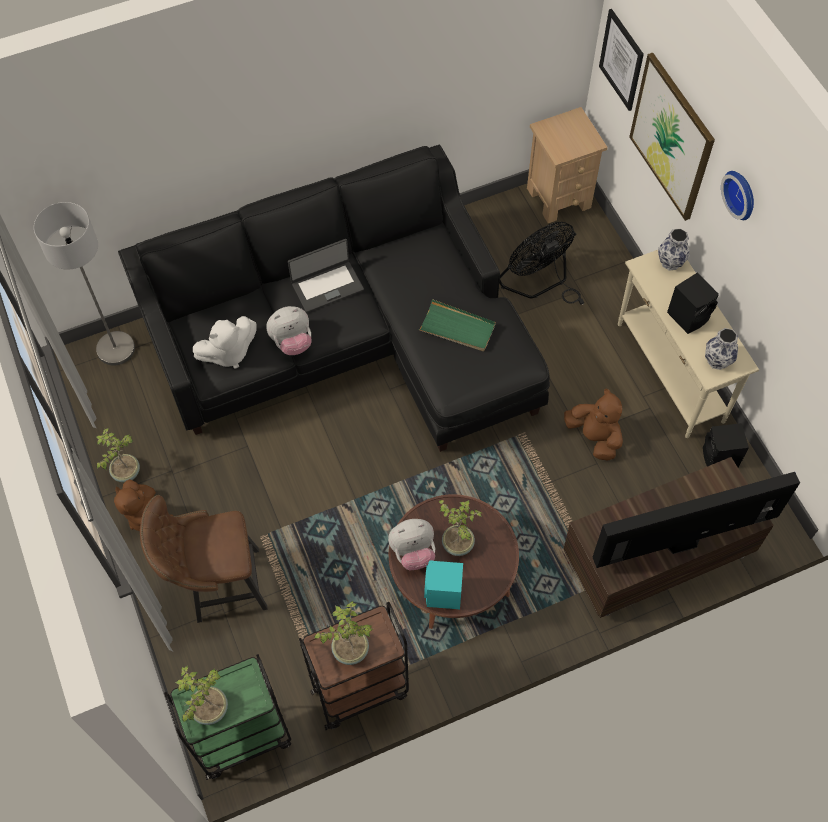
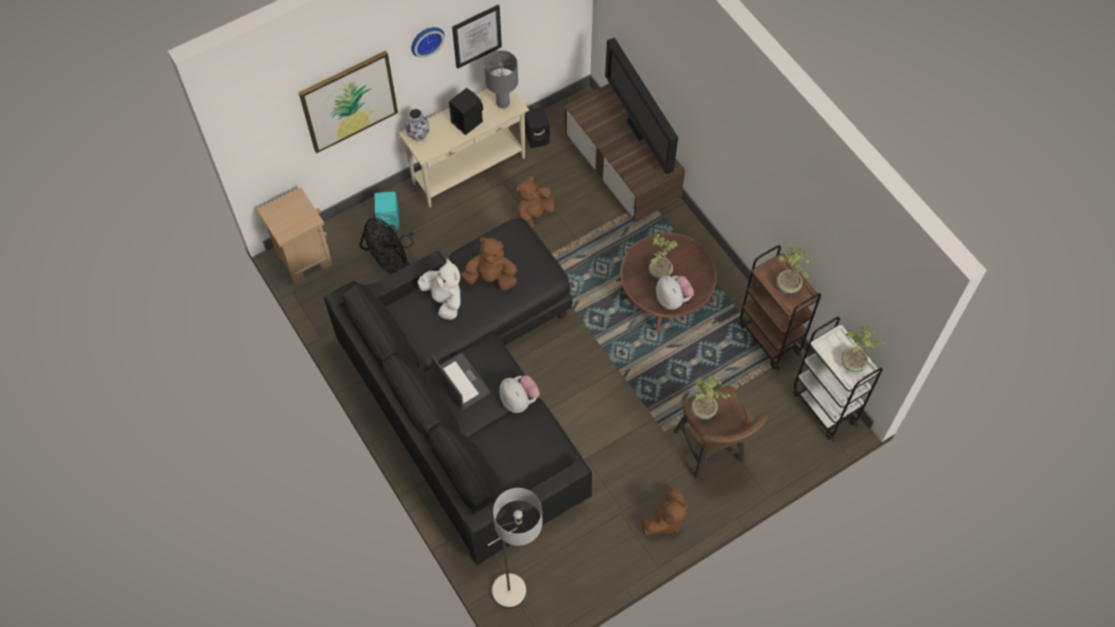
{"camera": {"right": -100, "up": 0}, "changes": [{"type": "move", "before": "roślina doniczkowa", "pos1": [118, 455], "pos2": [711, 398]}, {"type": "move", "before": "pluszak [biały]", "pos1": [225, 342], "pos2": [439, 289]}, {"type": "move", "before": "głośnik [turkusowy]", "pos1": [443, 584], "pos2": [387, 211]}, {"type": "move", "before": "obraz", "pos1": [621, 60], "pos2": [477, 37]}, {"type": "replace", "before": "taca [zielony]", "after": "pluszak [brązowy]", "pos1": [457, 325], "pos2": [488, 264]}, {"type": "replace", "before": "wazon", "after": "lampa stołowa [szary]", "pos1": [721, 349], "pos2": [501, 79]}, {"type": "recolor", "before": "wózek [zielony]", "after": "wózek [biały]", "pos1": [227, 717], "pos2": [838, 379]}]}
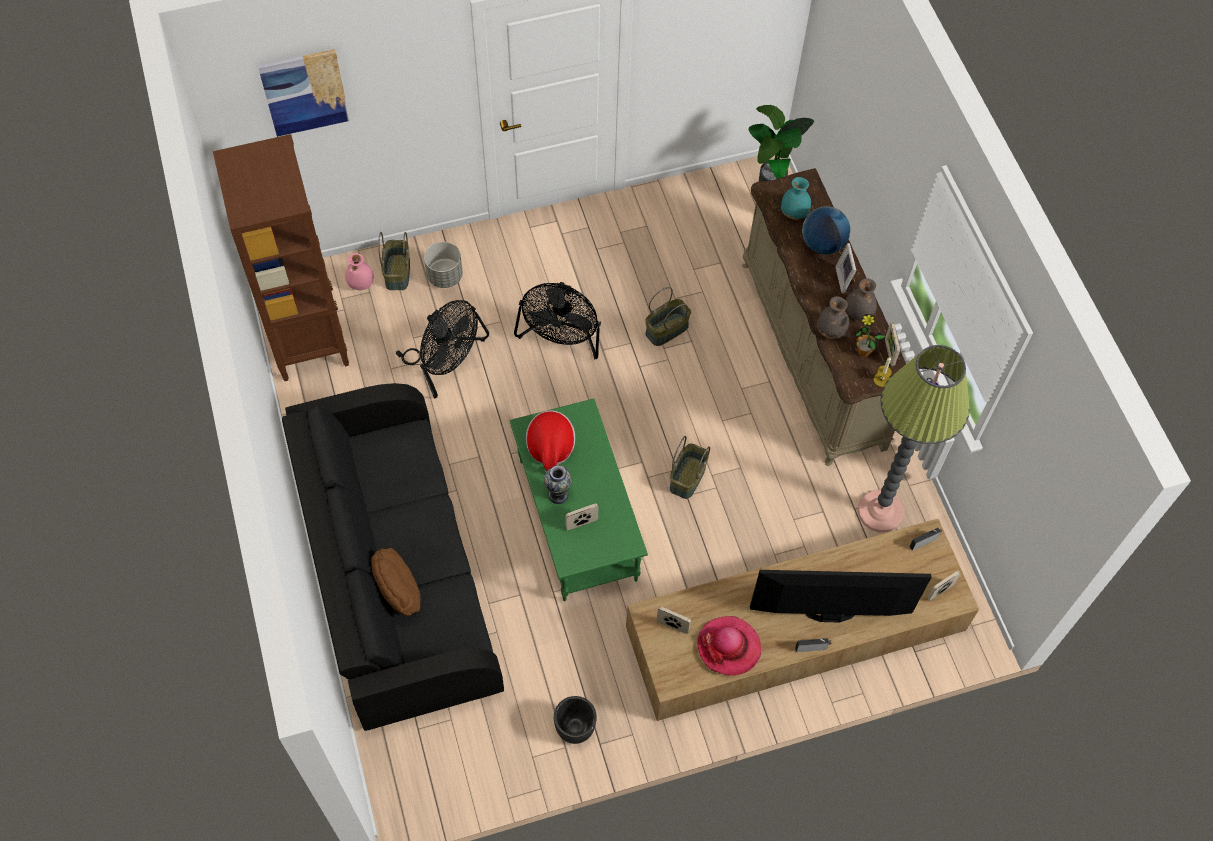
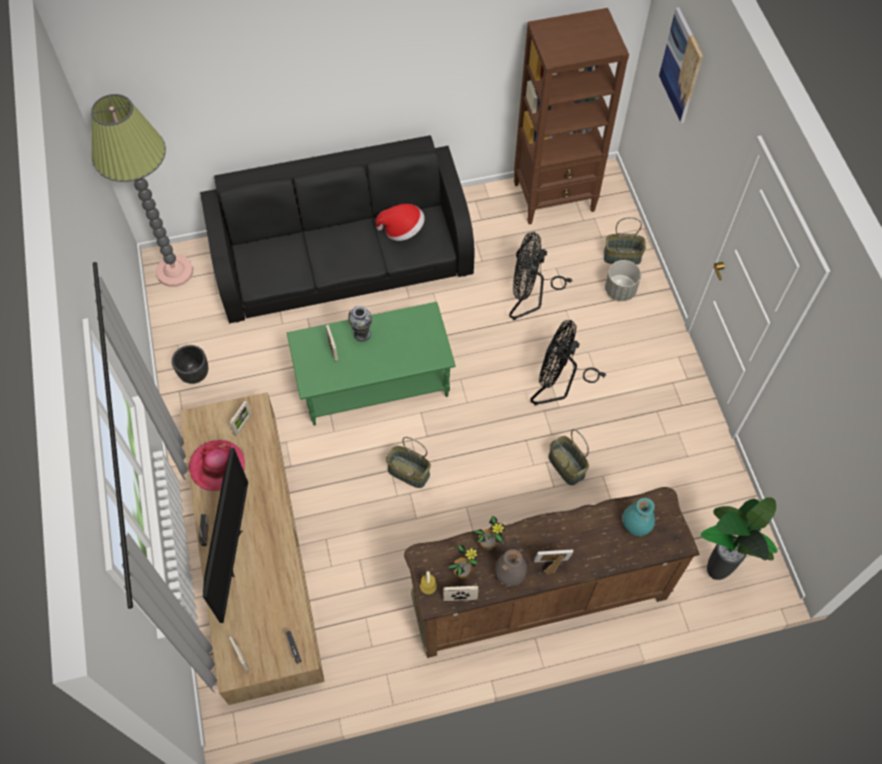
{"camera": {"right": 95, "up": 0}, "changes": [{"type": "delete", "before": "wazon [różowy]", "pos1": [359, 271]}, {"type": "delete", "before": "poduszka [brązowy]", "pos1": [396, 582]}, {"type": "delete", "before": "globus", "pos1": [826, 230]}, {"type": "move", "before": "kapelusz", "pos1": [550, 441], "pos2": [400, 222]}, {"type": "move", "before": "lampa stojąca", "pos1": [913, 439], "pos2": [142, 190]}, {"type": "replace", "before": "wazon [szary]", "after": "roślina doniczkowa", "pos1": [833, 317], "pos2": [489, 532]}, {"type": "rotate", "before": "wentylator [czarny]", "pos1": [442, 349], "pos2": [541, 276], "turn": 60}]}
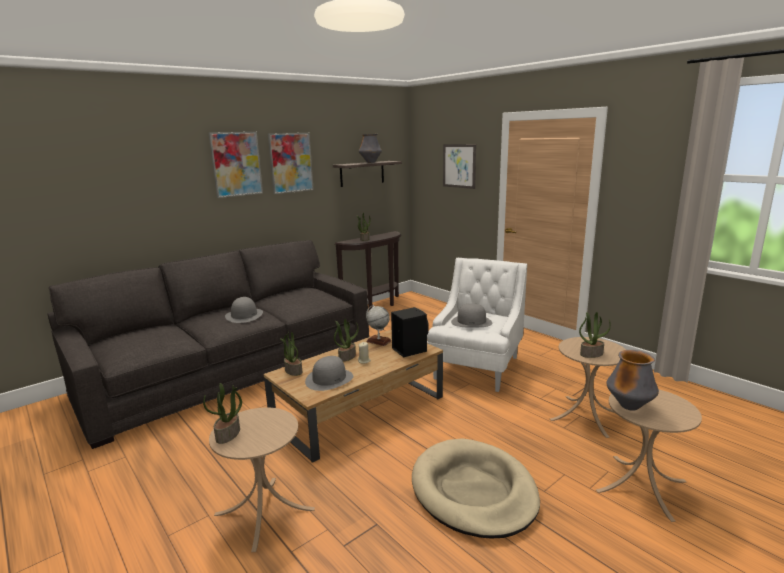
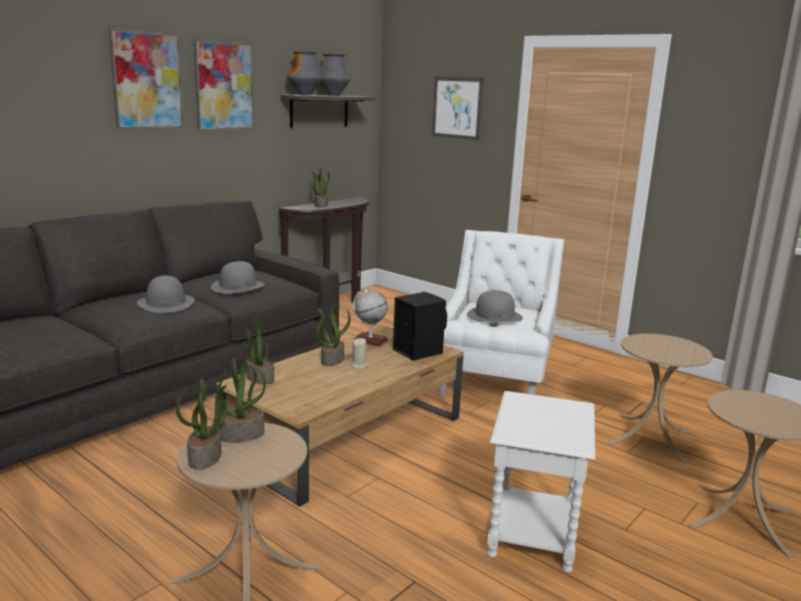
{"camera": {"right": -10, "up": 0}, "changes": [{"type": "move", "before": "kapelusz [szary]", "pos1": [329, 373], "pos2": [238, 277]}, {"type": "move", "before": "roślina doniczkowa", "pos1": [595, 335], "pos2": [242, 400]}, {"type": "move", "before": "wazon", "pos1": [632, 380], "pos2": [304, 73]}, {"type": "replace", "before": "legowisko [beżowy]", "after": "stolik [biały]", "pos1": [476, 488], "pos2": [541, 481]}]}
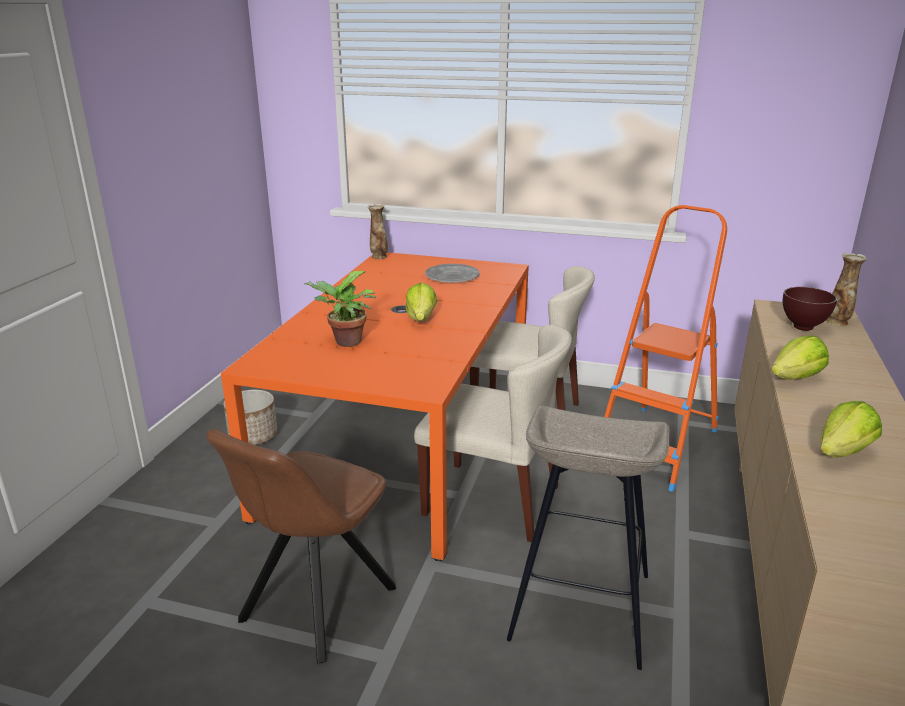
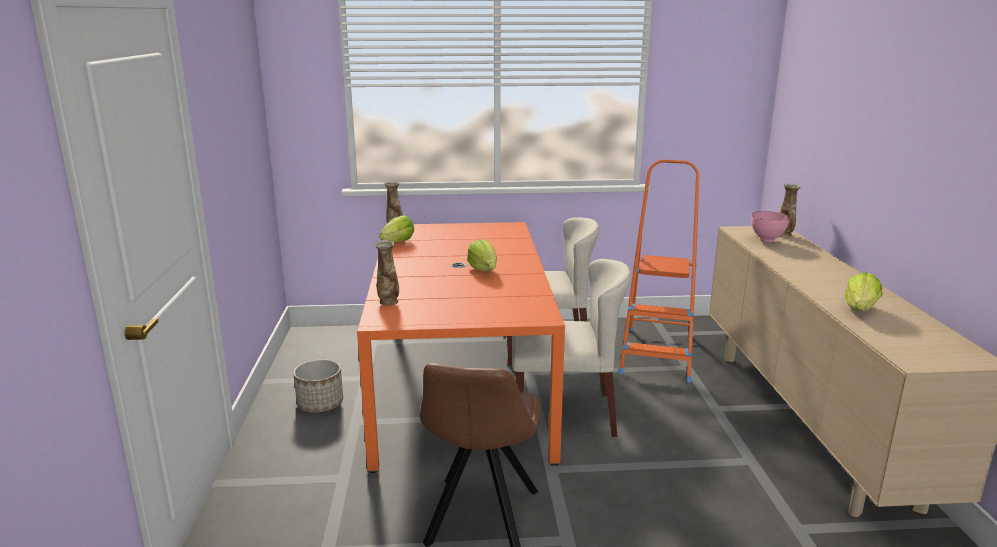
{"camera": {"right": -20, "up": -5}, "changes": [{"type": "delete", "before": "roślina doniczkowa", "pos1": [340, 309]}, {"type": "delete", "before": "talerz [szary]", "pos1": [452, 273]}, {"type": "delete", "before": "stołek [szary]", "pos1": [588, 538]}, {"type": "insert", "after": "wazon", "pos2": [386, 273]}, {"type": "move", "before": "sałata", "pos1": [800, 358], "pos2": [396, 228]}, {"type": "recolor", "before": "miska [brązowy]", "after": "miska [różowy]", "pos1": [810, 309], "pos2": [770, 226]}]}
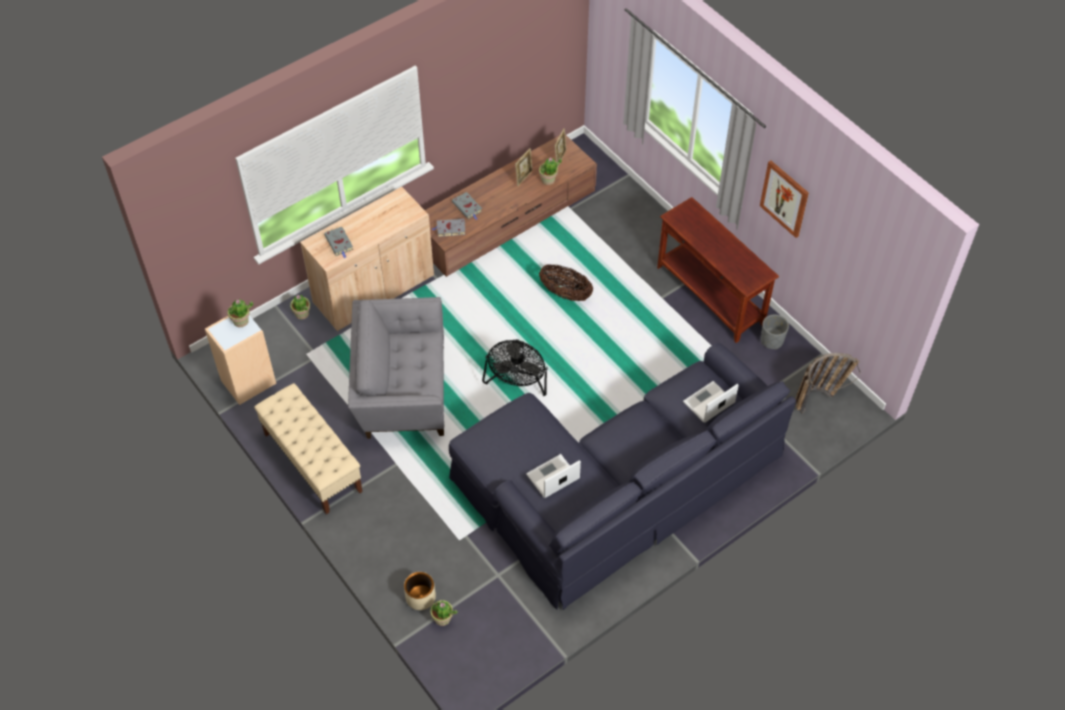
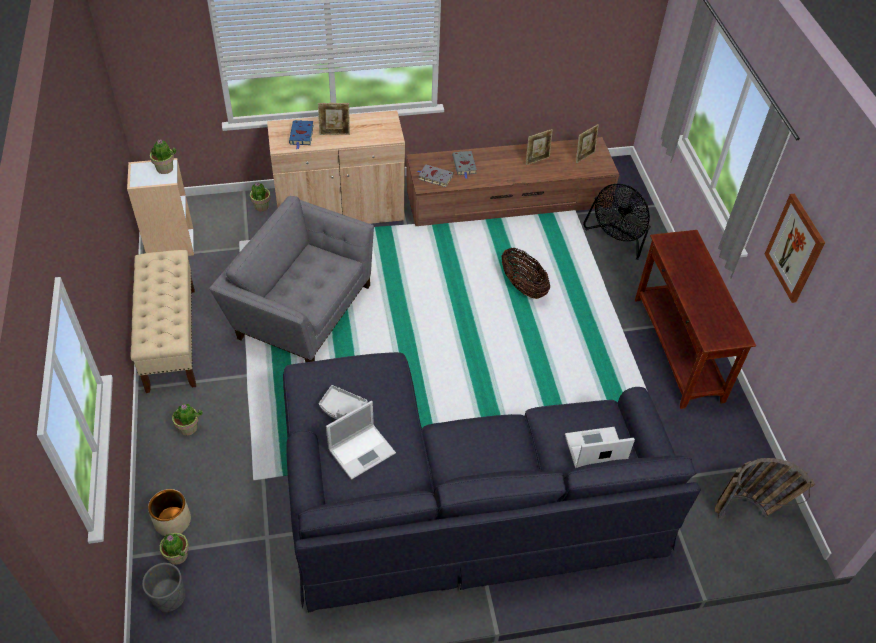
{"camera": {"right": 25, "up": -5}, "changes": [{"type": "insert", "after": "ramka na zdjęcie", "pos2": [334, 119]}, {"type": "insert", "after": "taca [szary]", "pos2": [343, 402]}, {"type": "move", "before": "wentylator [czarny]", "pos1": [515, 367], "pos2": [617, 222]}, {"type": "move", "before": "roślina doniczkowa", "pos1": [550, 171], "pos2": [187, 420]}, {"type": "move", "before": "donica [szary]", "pos1": [775, 332], "pos2": [164, 587]}, {"type": "recolor", "before": "książka [szary]", "after": "książka [niebieski]", "pos1": [338, 242], "pos2": [301, 134]}, {"type": "rotate", "before": "laptop", "pos1": [553, 476], "pos2": [361, 440], "turn": 150}]}
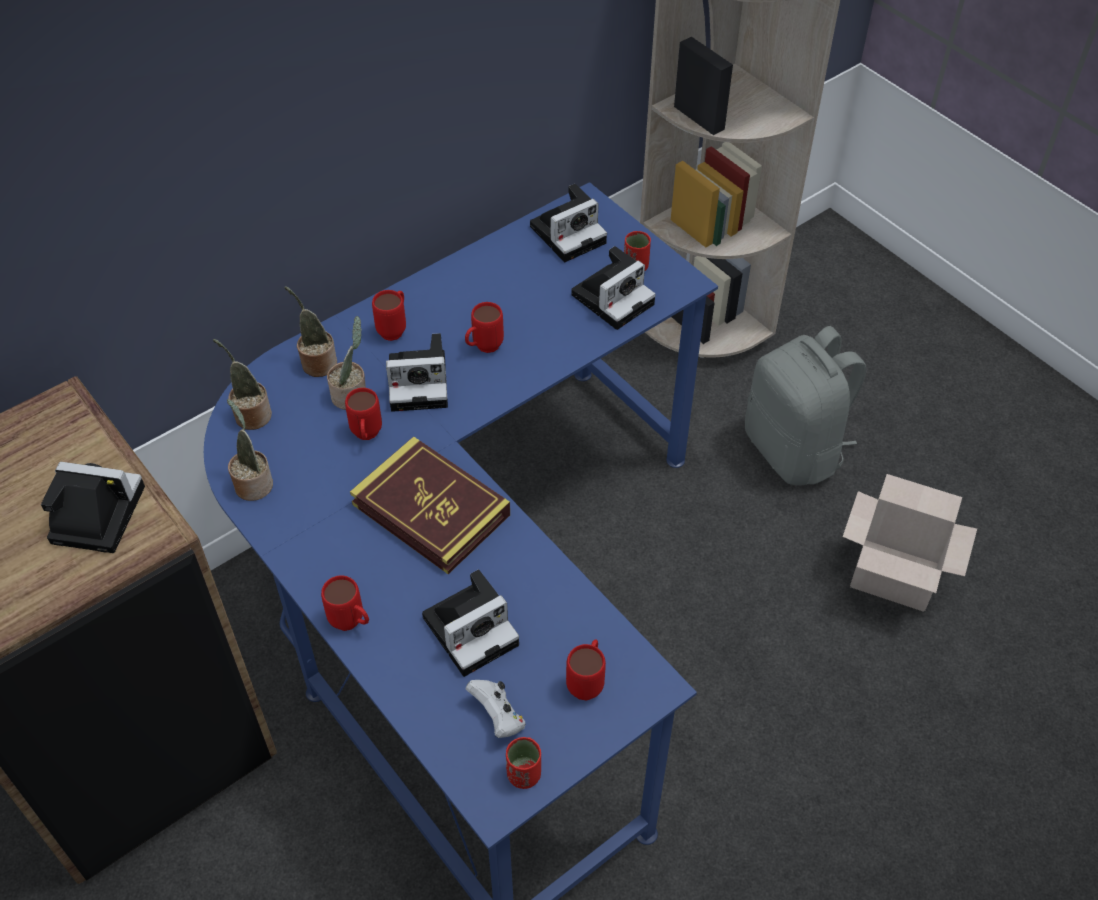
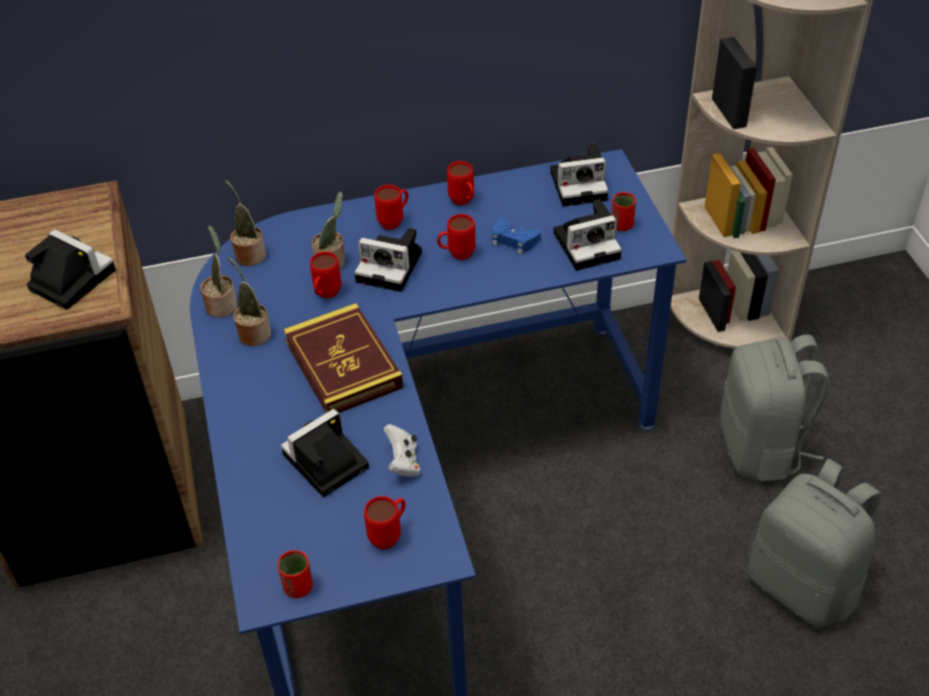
{"camera": {"right": 25, "up": -5}, "changes": [{"type": "insert", "after": "pad do gier [niebieski]", "pos2": [516, 236]}, {"type": "move", "before": "roślina doniczkowa", "pos1": [311, 331], "pos2": [249, 301]}, {"type": "move", "before": "kubek [czerwony]", "pos1": [345, 603], "pos2": [460, 183]}, {"type": "move", "before": "pad do gier [biały]", "pos1": [495, 709], "pos2": [402, 450]}, {"type": "replace", "before": "karton", "after": "plecak [szary]", "pos1": [910, 543], "pos2": [814, 543]}, {"type": "rotate", "before": "aparat fotograficzny", "pos1": [470, 623], "pos2": [325, 453], "turn": 150}]}
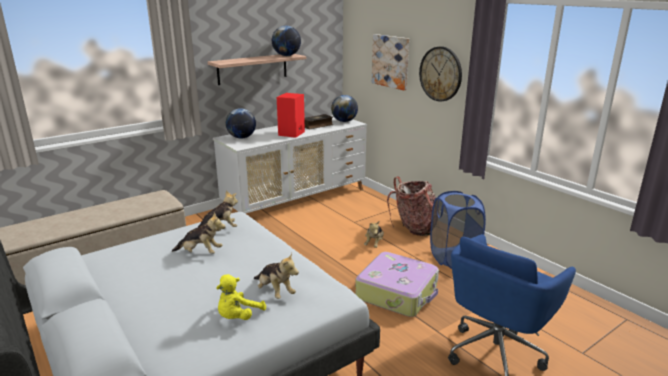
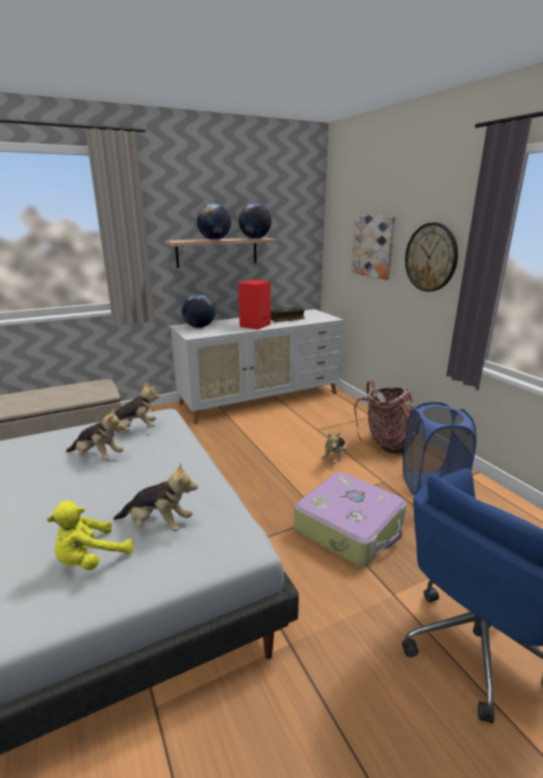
{"camera": {"right": 10, "up": 0}, "changes": [{"type": "move", "before": "globus", "pos1": [344, 108], "pos2": [214, 221]}, {"type": "rotate", "before": "pluszak", "pos1": [276, 276], "pos2": [156, 496], "turn": -45}]}
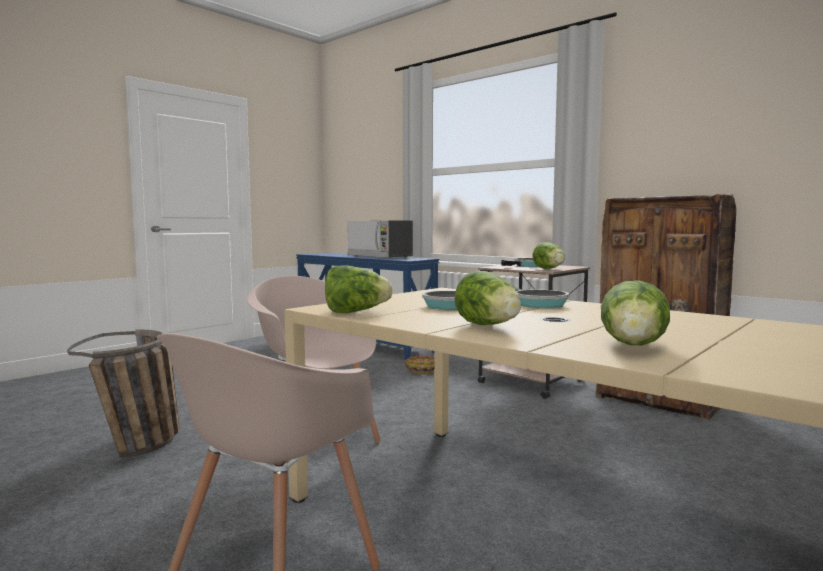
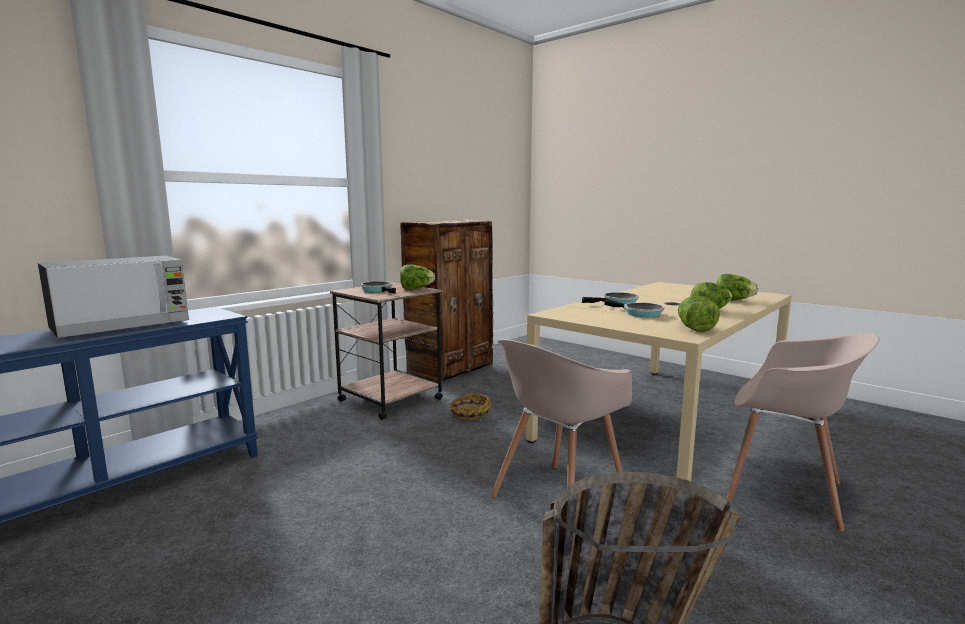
{"camera": {"right": -90, "up": 5}, "changes": [{"type": "move", "before": "koszyk", "pos1": [419, 365], "pos2": [470, 406]}]}
